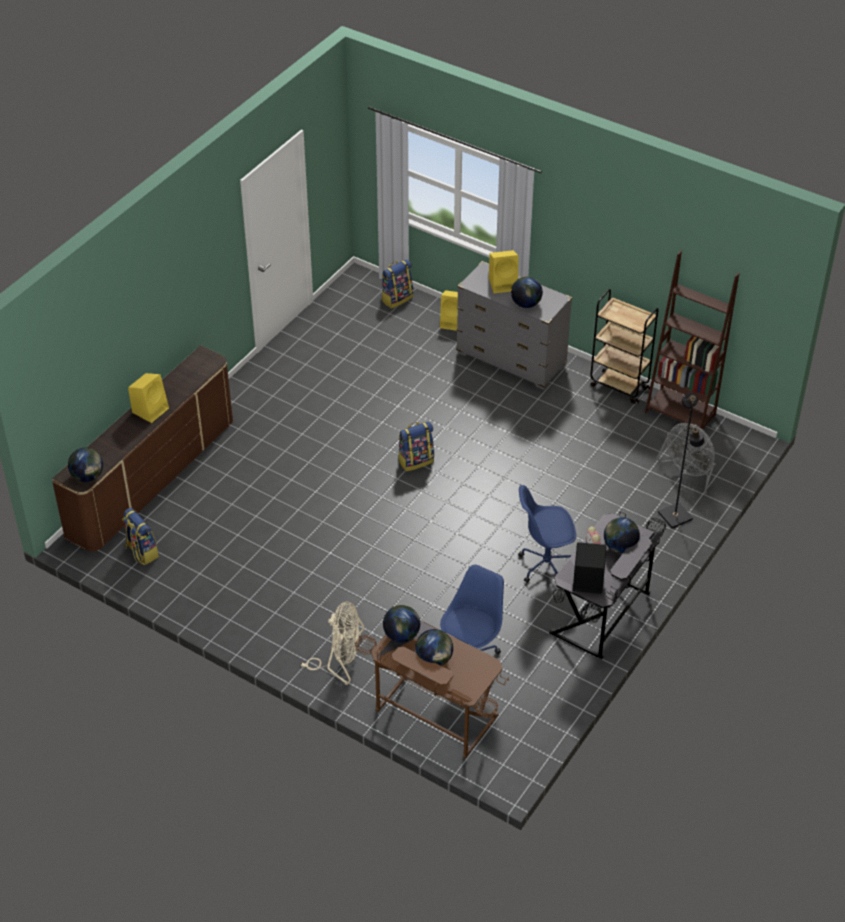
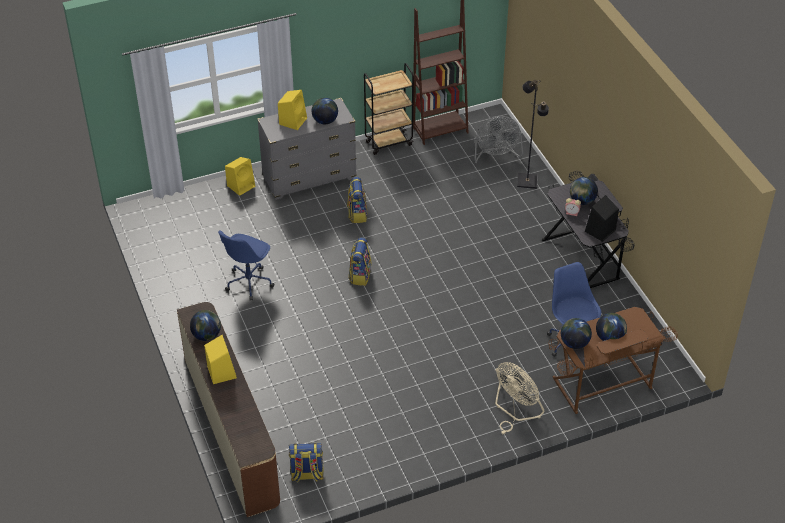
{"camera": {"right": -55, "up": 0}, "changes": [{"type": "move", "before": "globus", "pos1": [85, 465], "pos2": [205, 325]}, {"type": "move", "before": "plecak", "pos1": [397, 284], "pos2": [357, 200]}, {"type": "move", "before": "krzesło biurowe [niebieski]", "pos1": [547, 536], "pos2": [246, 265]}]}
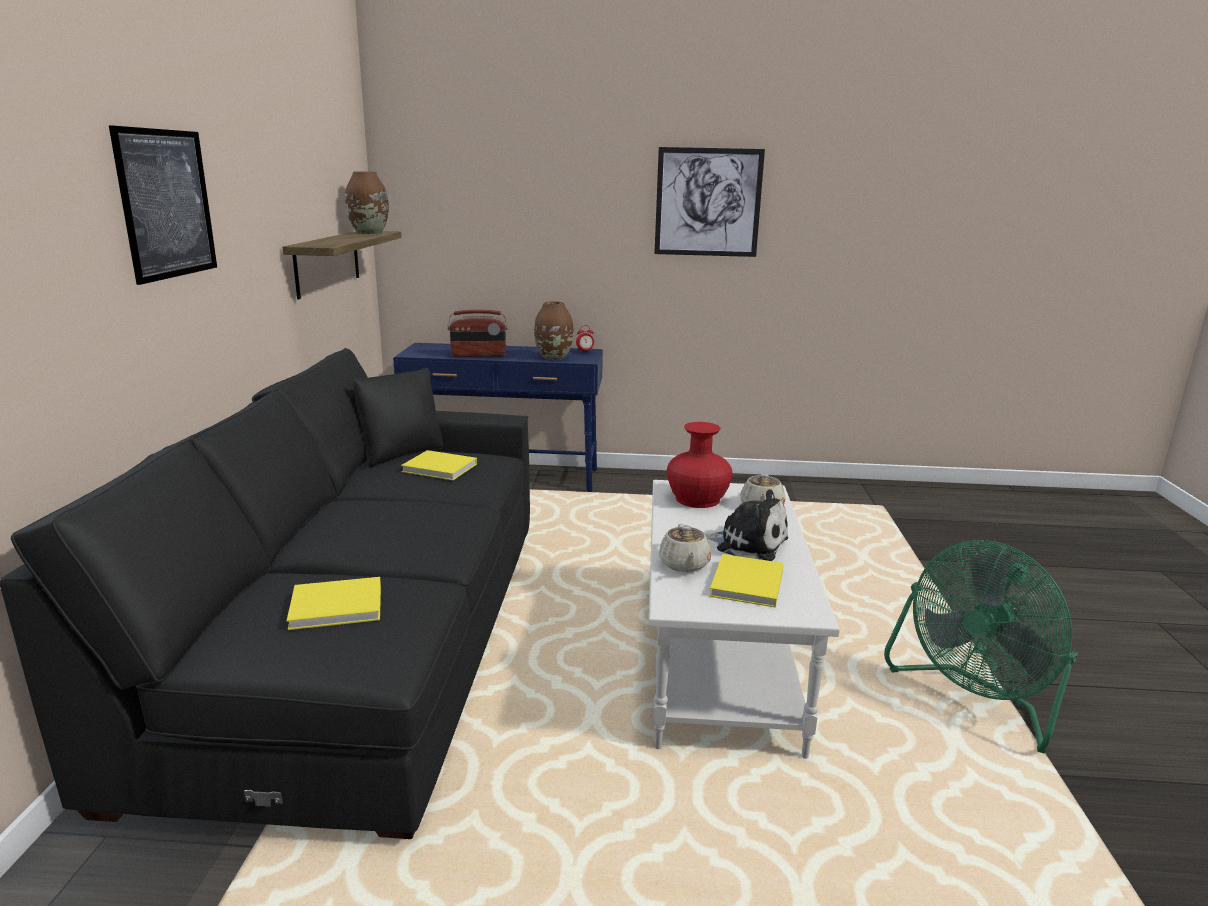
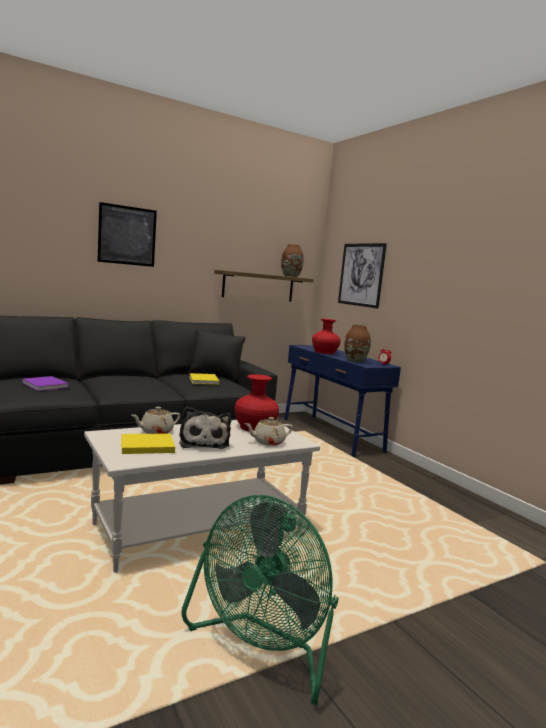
{"camera": {"right": 55, "up": -10}, "changes": [{"type": "move", "before": "obraz", "pos1": [709, 202], "pos2": [362, 276]}, {"type": "replace", "before": "radio", "after": "wazon [czerwony]", "pos1": [478, 333], "pos2": [326, 336]}, {"type": "recolor", "before": "książka [żółty]", "after": "książka [fioletowy]", "pos1": [334, 603], "pos2": [45, 383]}, {"type": "rotate", "before": "wentylator [zielony]", "pos1": [981, 647], "pos2": [260, 600], "turn": -75}]}
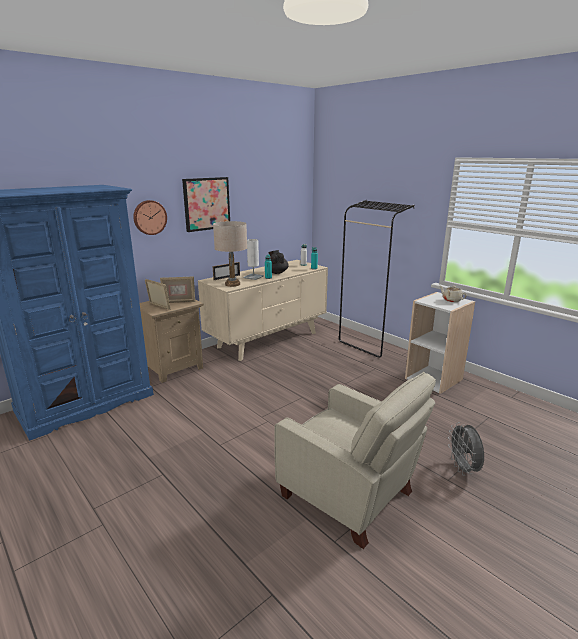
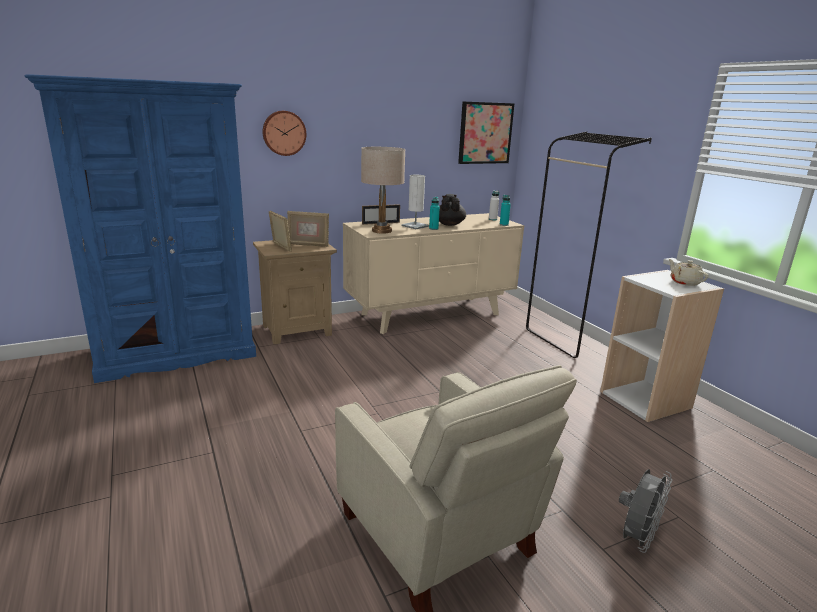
{"camera": {"right": 15, "up": 0}, "changes": [{"type": "move", "before": "obraz", "pos1": [206, 204], "pos2": [486, 133]}, {"type": "rotate", "before": "wentylator [szary]", "pos1": [466, 449], "pos2": [645, 511], "turn": -150}]}
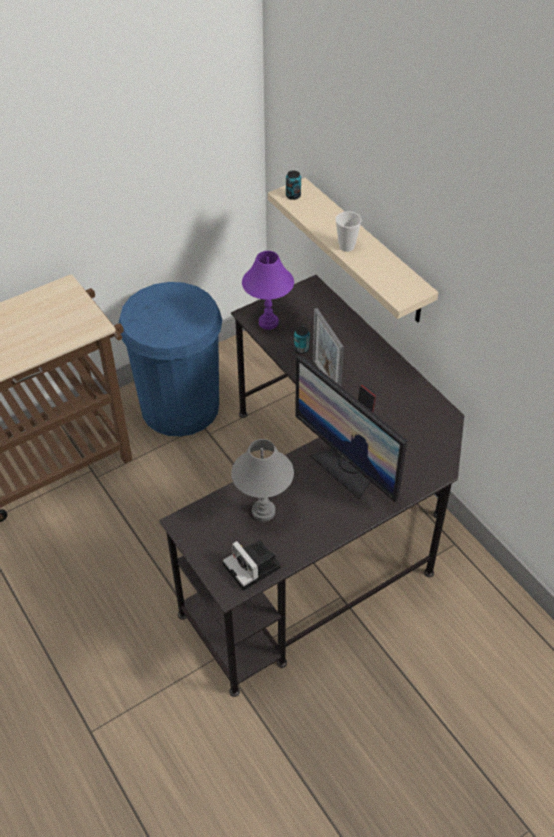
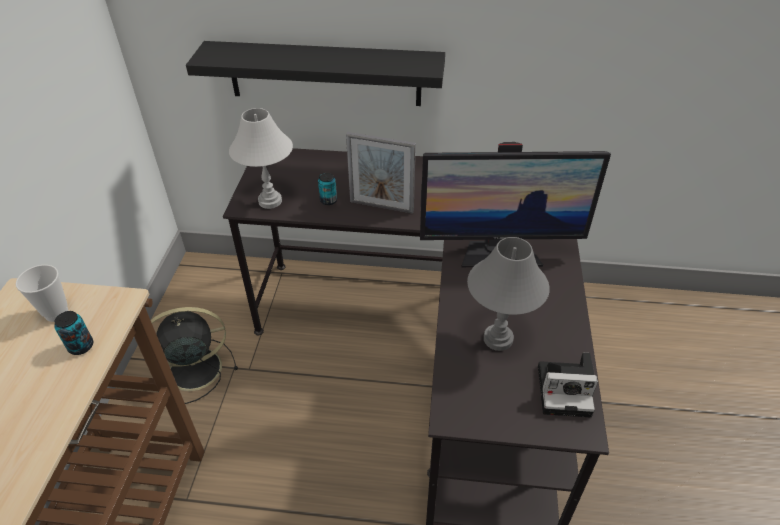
{"camera": {"right": -50, "up": -5}, "changes": [{"type": "move", "before": "puszka", "pos1": [293, 185], "pos2": [73, 333]}, {"type": "move", "before": "filiżanka", "pos1": [349, 231], "pos2": [42, 293]}, {"type": "replace", "before": "kosz na śmieci [niebieski]", "after": "wentylator [czarny]", "pos1": [170, 359], "pos2": [194, 355]}, {"type": "recolor", "before": "lampa stołowa [fioletowy]", "after": "lampa stołowa [biały]", "pos1": [268, 290], "pos2": [261, 158]}, {"type": "recolor", "before": "półka [beżowy]", "after": "półka [czarny]", "pos1": [353, 250], "pos2": [315, 73]}]}
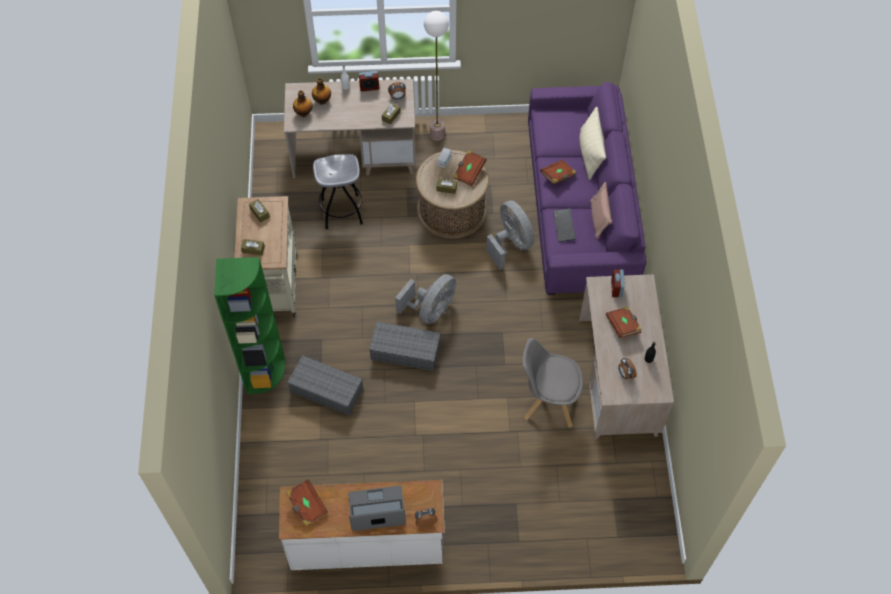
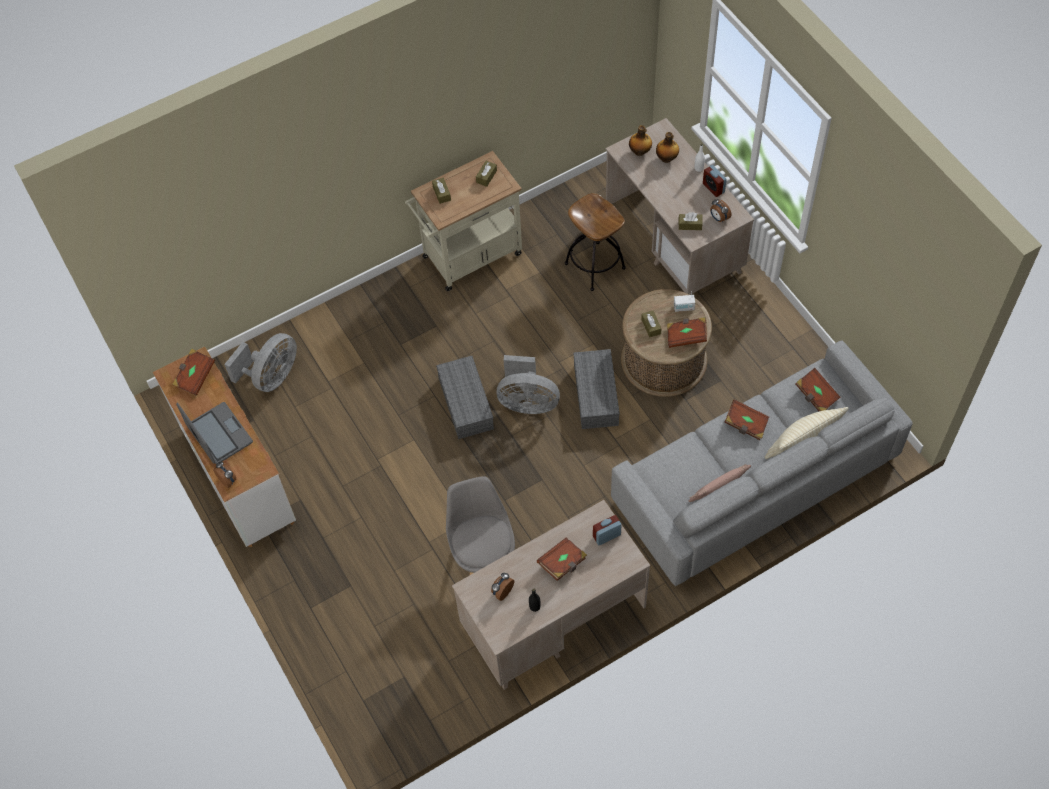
{"camera": {"right": 65, "up": 0}, "changes": [{"type": "delete", "before": "regał [zielony]", "pos1": [249, 325]}, {"type": "delete", "before": "lampa stojąca", "pos1": [436, 76]}, {"type": "delete", "before": "klawiatura", "pos1": [564, 225]}, {"type": "insert", "after": "książka [brązowy]", "pos2": [817, 389]}, {"type": "move", "before": "pojemnik do przechowywania [szary]", "pos1": [325, 385], "pos2": [596, 389]}, {"type": "move", "before": "wentylator [szary]", "pos1": [510, 235], "pos2": [260, 362]}, {"type": "recolor", "before": "stołek [szary]", "after": "stołek [brązowy]", "pos1": [338, 191], "pos2": [595, 242]}, {"type": "recolor", "before": "kanapa [fioletowy]", "after": "kanapa [szary]", "pos1": [587, 188], "pos2": [762, 463]}]}
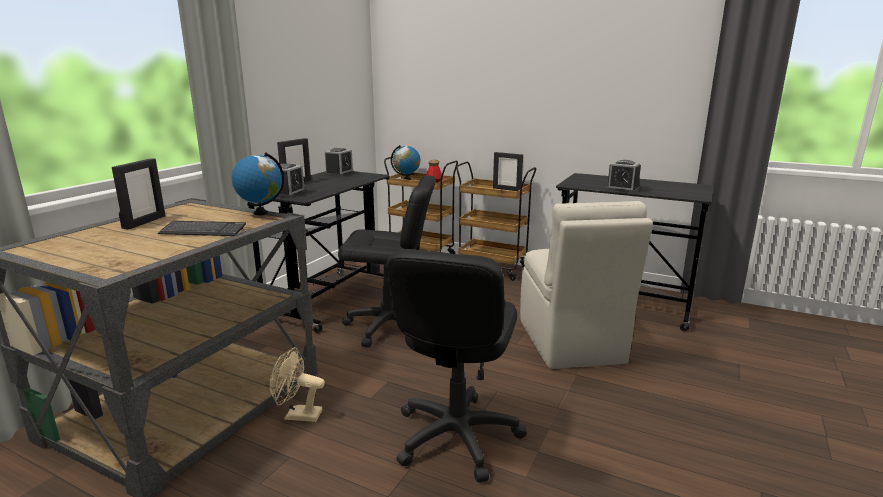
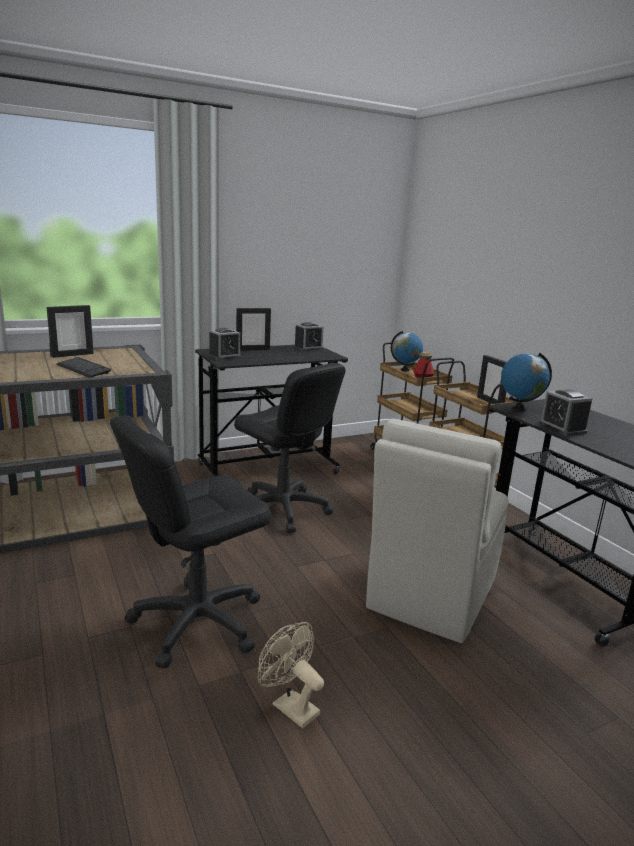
{"camera": {"right": 35, "up": 0}, "changes": [{"type": "move", "before": "globus", "pos1": [258, 183], "pos2": [526, 382]}, {"type": "move", "before": "wentylator [beżowy]", "pos1": [297, 384], "pos2": [291, 675]}]}
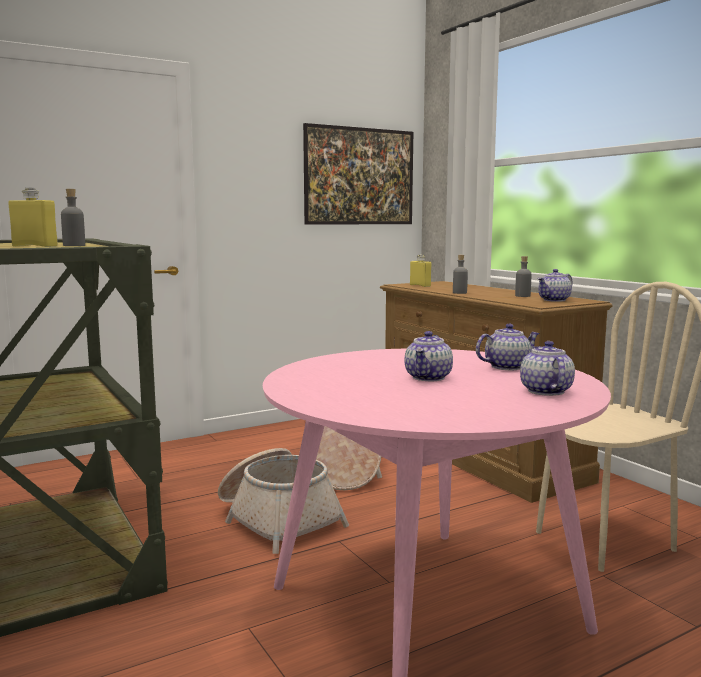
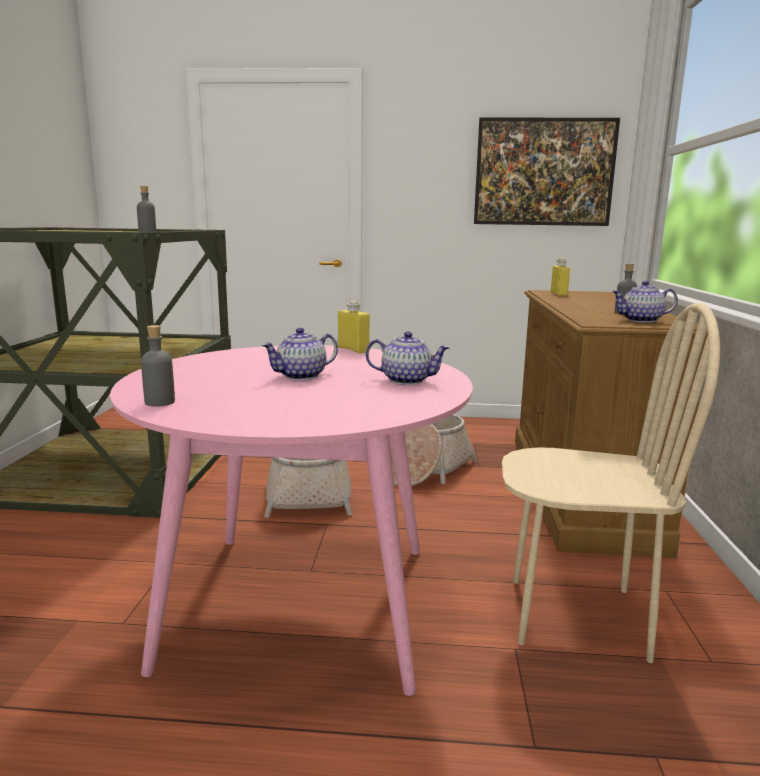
{"camera": {"right": 35, "up": 5}, "changes": [{"type": "delete", "before": "imbryk", "pos1": [547, 368]}, {"type": "move", "before": "butelka [żółty]", "pos1": [33, 217], "pos2": [354, 327]}, {"type": "move", "before": "butelka [szary]", "pos1": [460, 274], "pos2": [158, 366]}]}
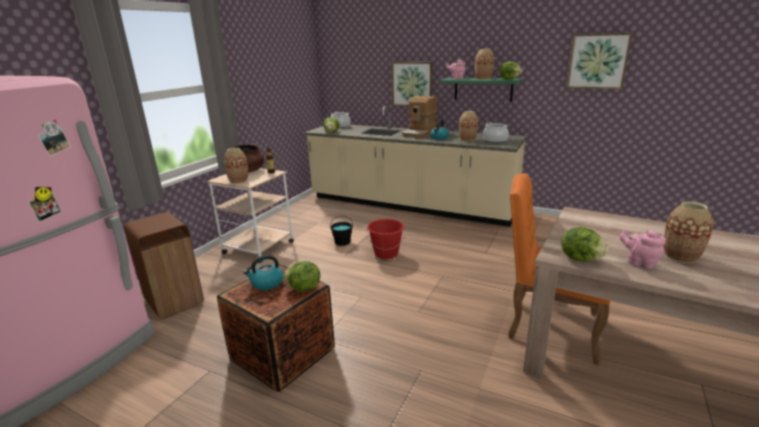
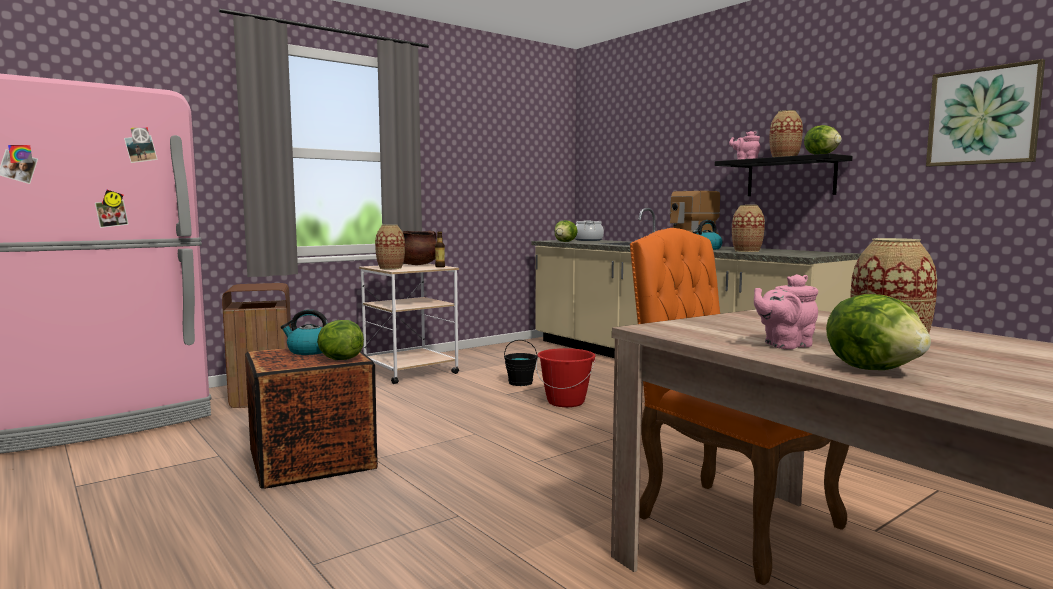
{"camera": {"right": 25, "up": -15}, "changes": [{"type": "delete", "before": "obraz", "pos1": [412, 84]}, {"type": "delete", "before": "garnek", "pos1": [496, 132]}, {"type": "move", "before": "sałata", "pos1": [585, 244], "pos2": [878, 332]}, {"type": "recolor", "before": "półka [zielony]", "after": "półka [czarny]", "pos1": [481, 89], "pos2": [783, 174]}, {"type": "rotate", "before": "imbryk [różowy]", "pos1": [643, 249], "pos2": [786, 311], "turn": -90}]}
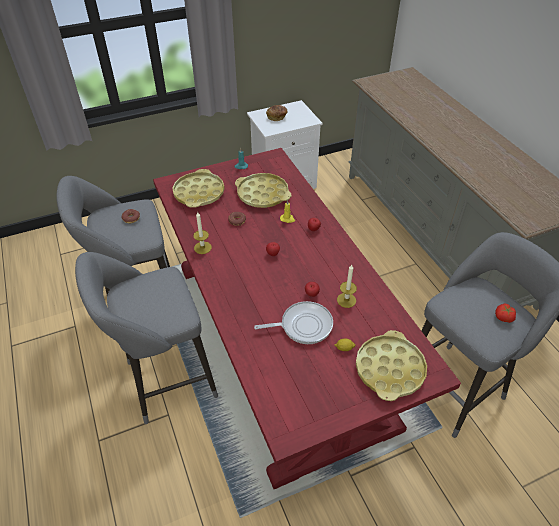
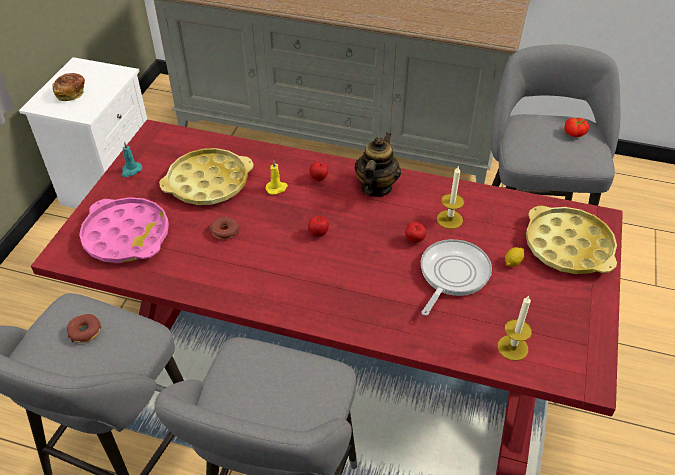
{"camera": {"right": -50, "up": 0}, "changes": [{"type": "insert", "after": "imbryk", "pos2": [377, 164]}, {"type": "move", "before": "świeca", "pos1": [202, 232], "pos2": [515, 328]}, {"type": "recolor", "before": "taca [żółty]", "after": "taca [różowy]", "pos1": [198, 188], "pos2": [124, 230]}]}
